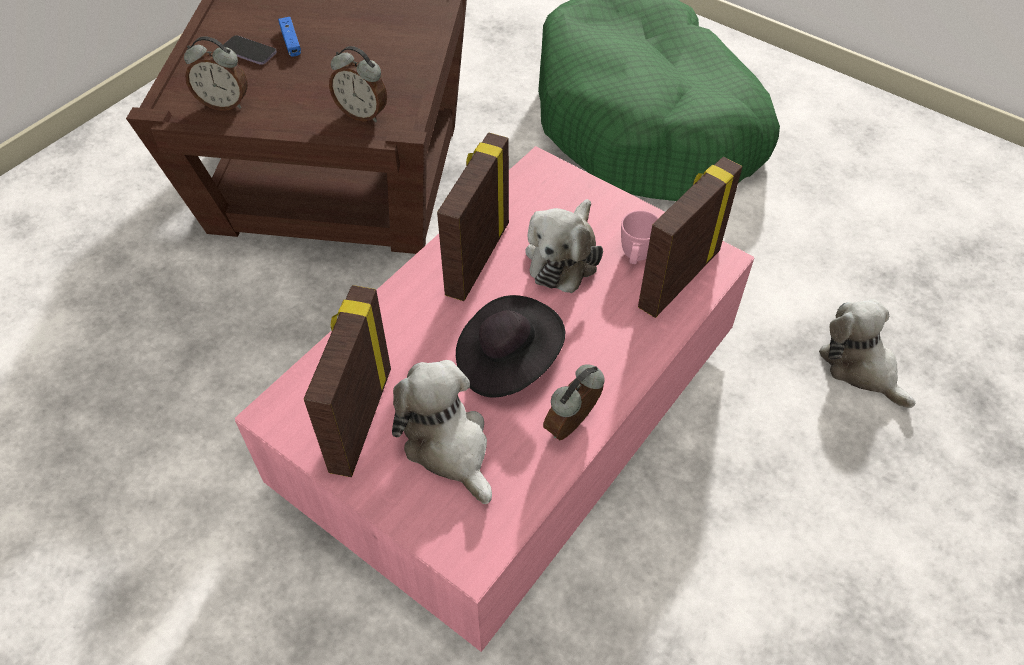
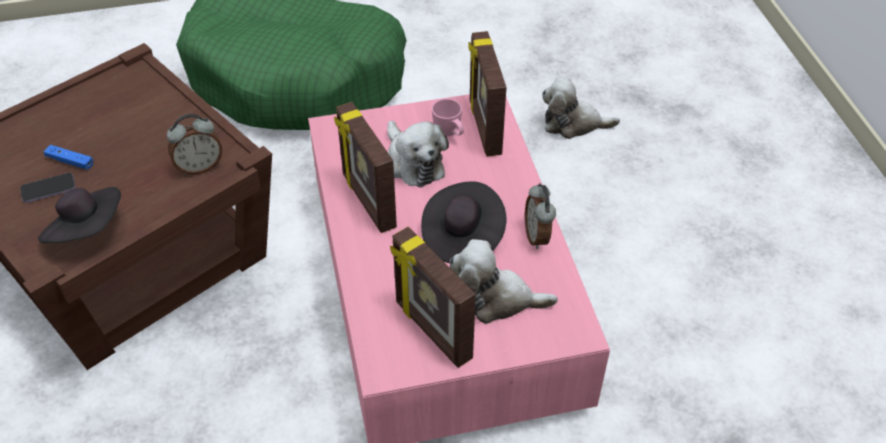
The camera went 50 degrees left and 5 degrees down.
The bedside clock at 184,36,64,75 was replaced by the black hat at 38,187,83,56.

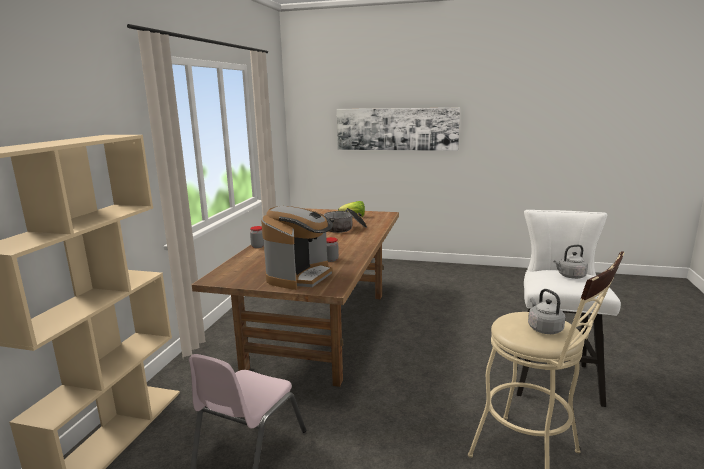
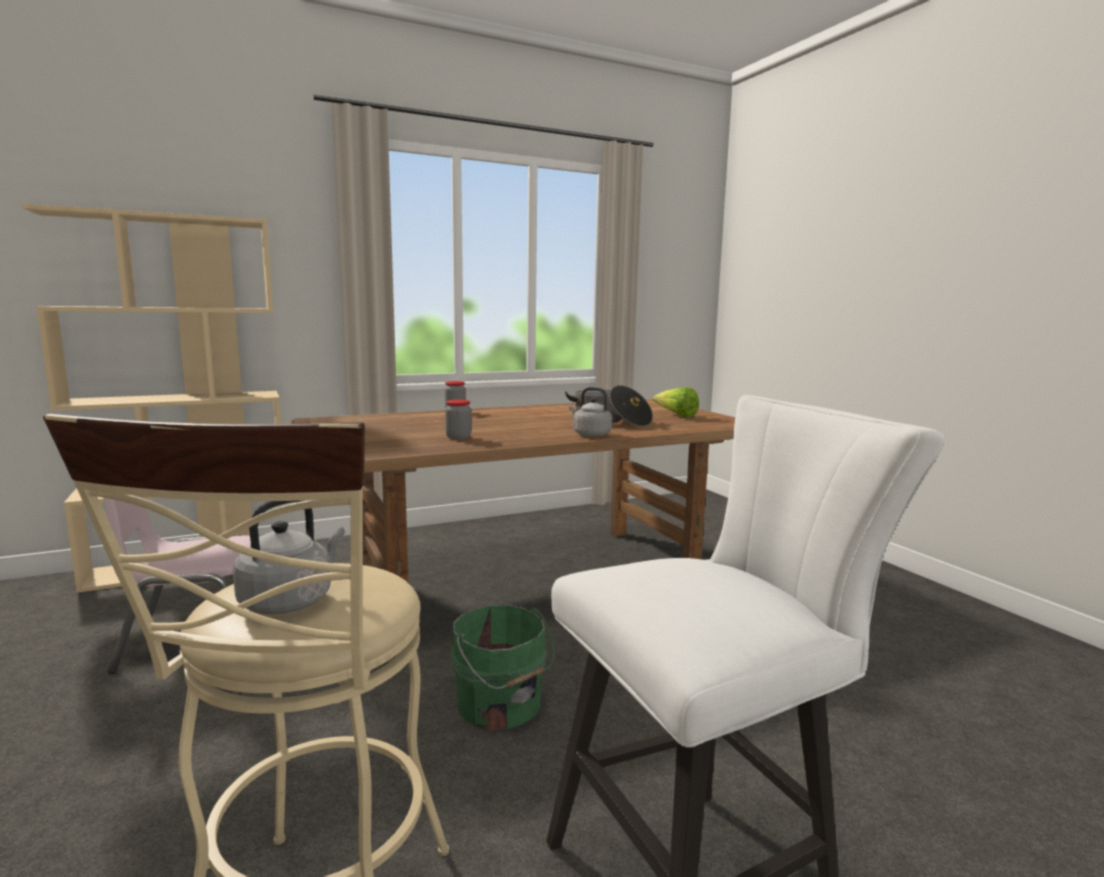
The camera went 50 degrees right and 5 degrees down.
The wall art at 337,108,123,43 disappeared.
The coffee brewer at 261,206,72,84 disappeared.
The gray kettle moved from 554,245,34,34 to 569,387,43,50.
The greenish water bucket at 451,605,103,125 appeared.

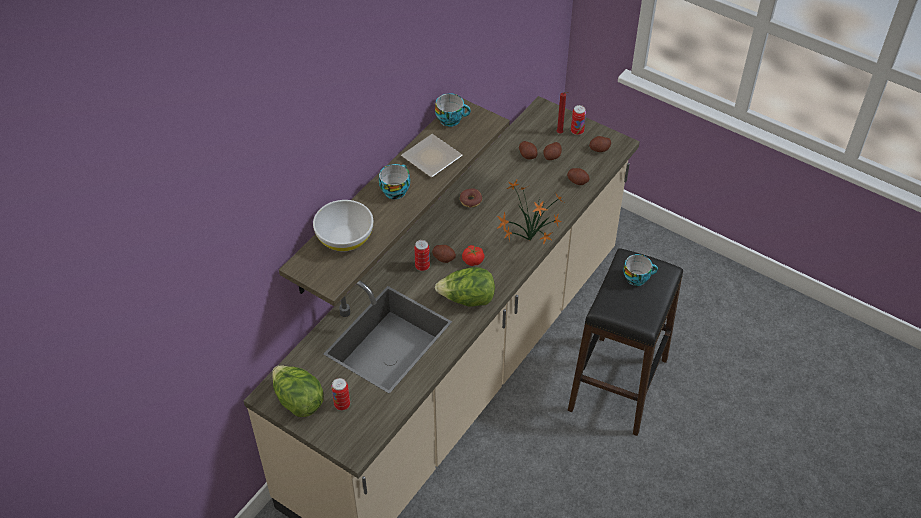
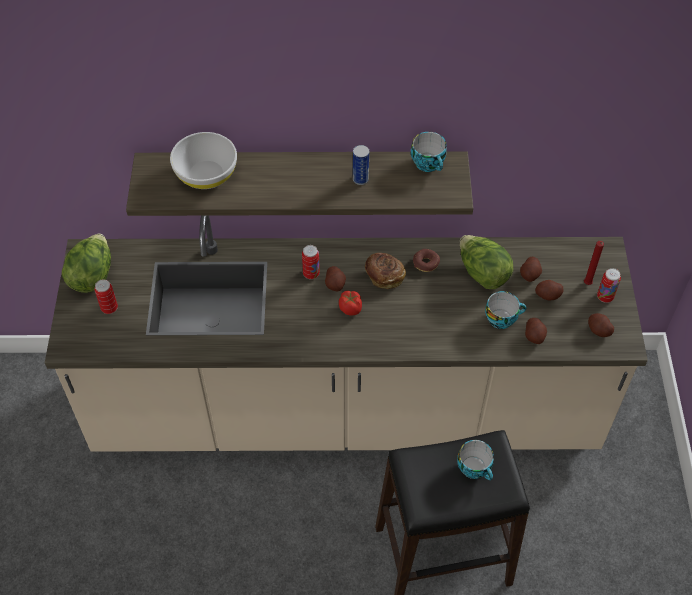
The camera went 55 degrees right and 5 degrees up.
The flat dish at 401,134,62,43 was replaced by the metal can at 353,145,16,40.
The small cup moved from 379,164,31,35 to 485,291,42,38.
The potted plant at 497,180,67,64 disappeared.
The lettuce moved from 435,267,60,39 to 460,235,53,54.
The baked bread at 365,253,41,36 appeared.

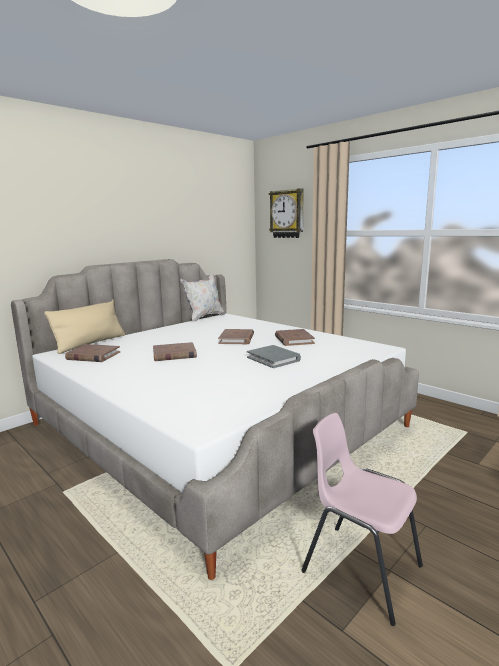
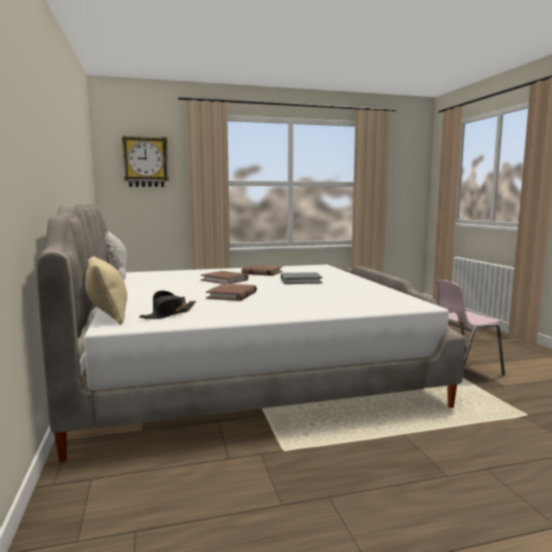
The camera went 60 degrees left and 5 degrees down.
The brown-coloured volume at 65,344,55,18 was replaced by the black hat at 139,291,57,28.

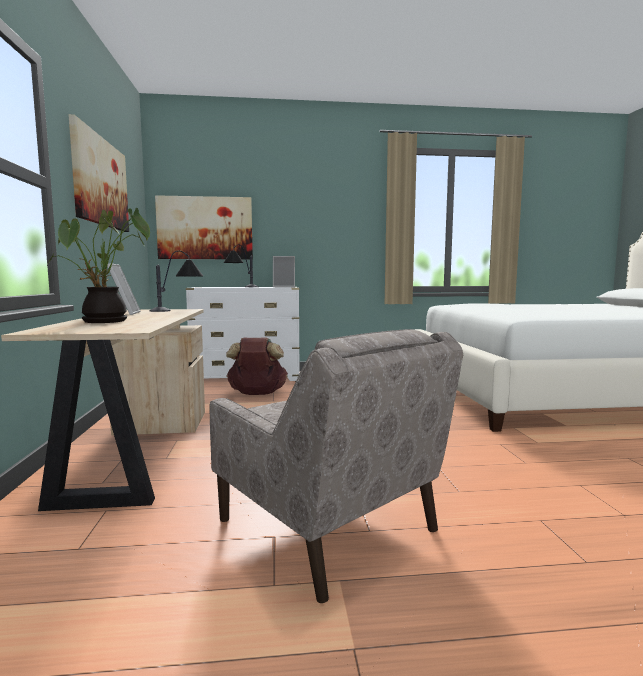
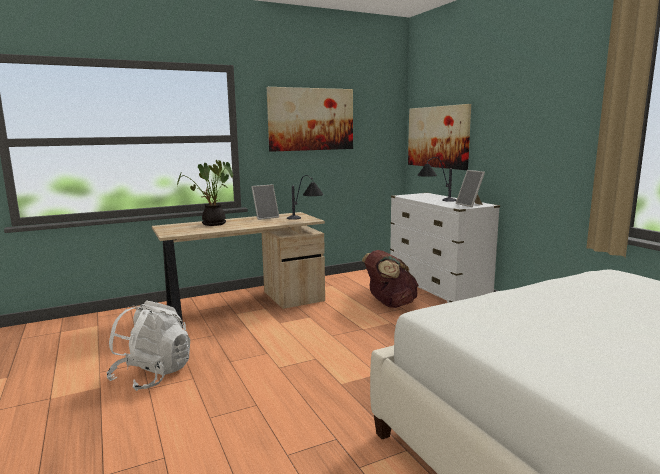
The camera went 70 degrees right and 5 degrees up.
The sand-coloured armchair at 210,329,253,274 was replaced by the whitish knapsack at 106,300,84,91.

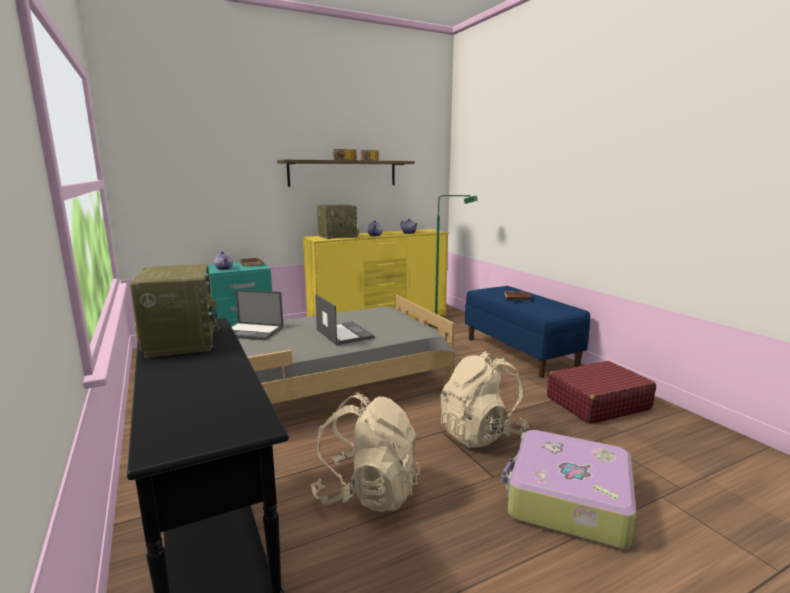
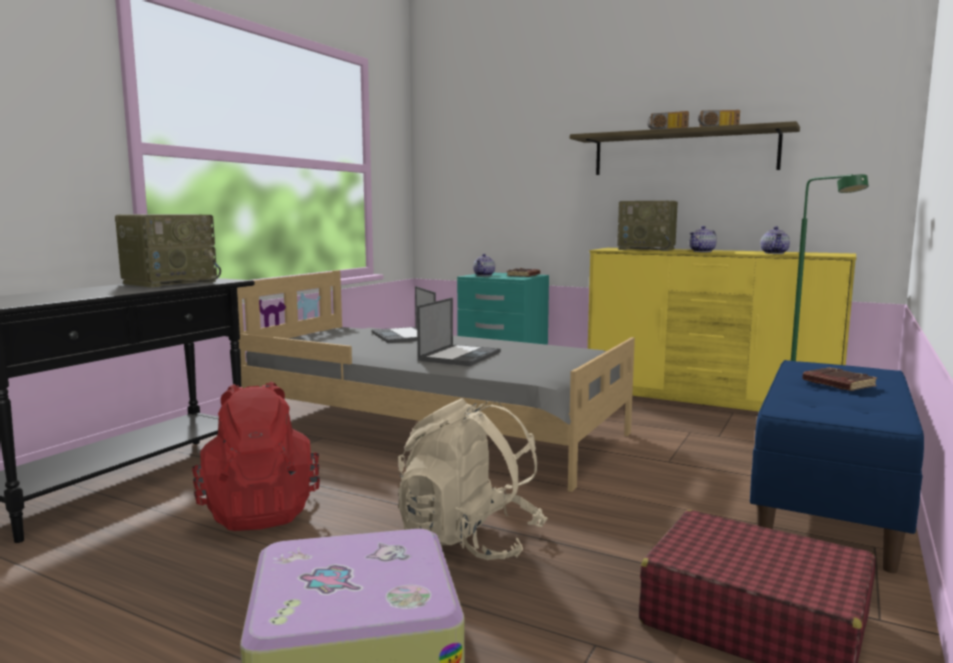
The camera went 55 degrees right and 5 degrees down.
The sand-coloured knapsack at 310,393,110,119 became the red knapsack at 192,381,128,150.

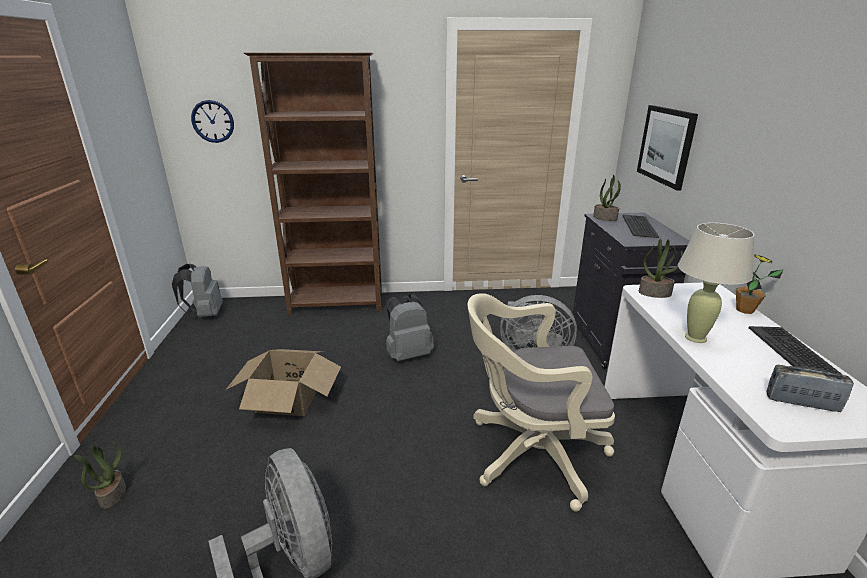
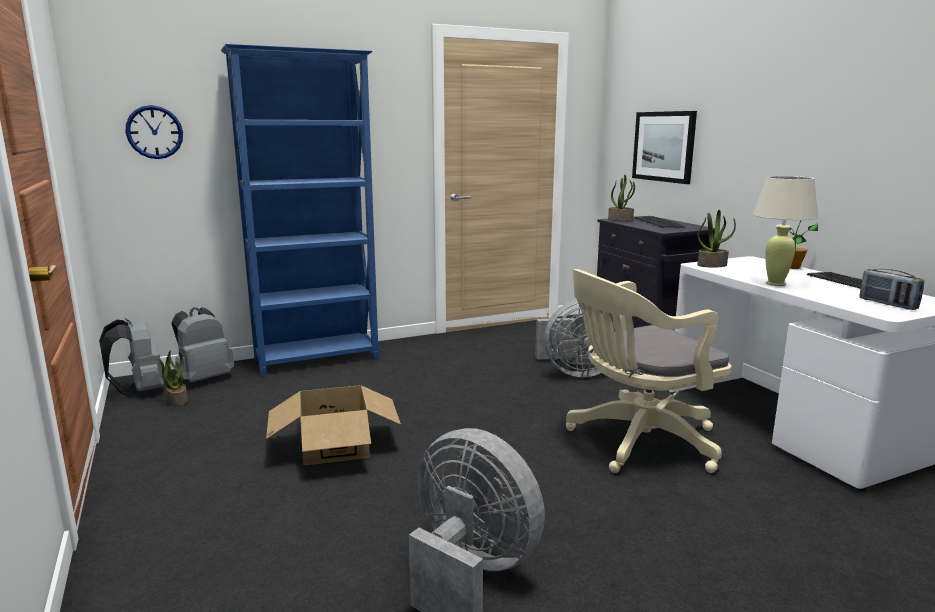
The camera went 20 degrees left and 10 degrees down.
The brown-coloured bookshelf at 244,52,138,263 became the blue bookshelf at 221,44,158,333.
The gray knapsack moved from 386,294,48,67 to 172,307,62,75.
The radio set at 767,365,87,47 turned 120 degrees counterclockwise.
The potted plant moved from 74,442,52,67 to 155,350,33,56.

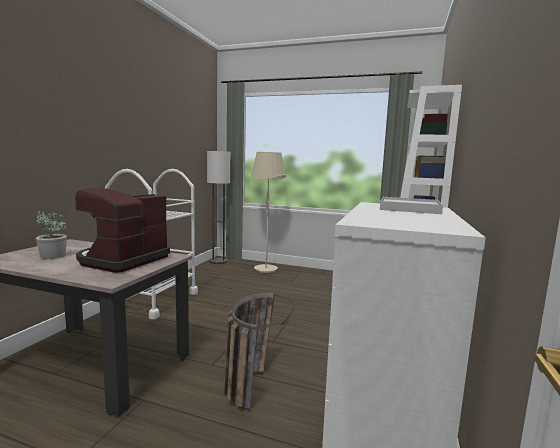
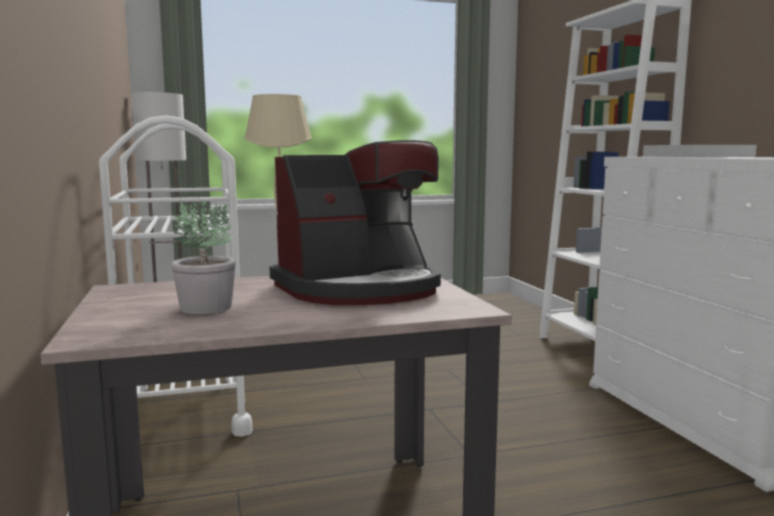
The camera went 35 degrees left and 0 degrees up.
The coffee brewer at 75,188,95,85 turned 105 degrees counterclockwise.
The storage basket at 223,293,71,117 disappeared.

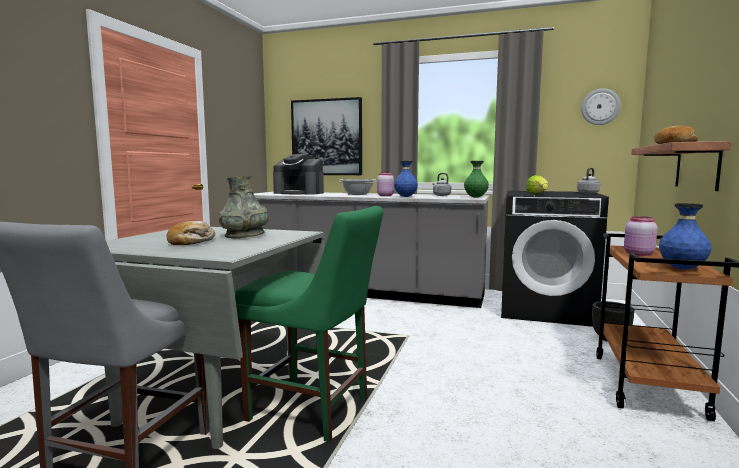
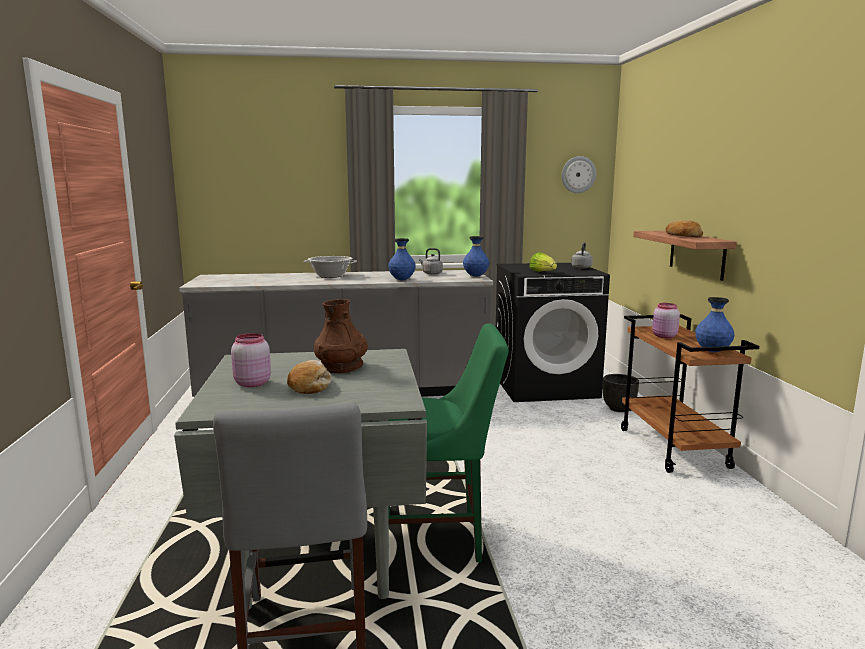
The camera went 25 degrees left and 5 degrees up.
The wall art at 291,97,71,78 disappeared.
The coffee brewer at 273,154,51,41 disappeared.
The greenish vase at 464,161,25,37 became the blue vase at 463,236,26,41.
The pinkish storage jar moved from 377,173,17,23 to 231,333,40,54.
The gray vase at 219,176,50,63 became the brown-coloured vase at 314,299,54,74.

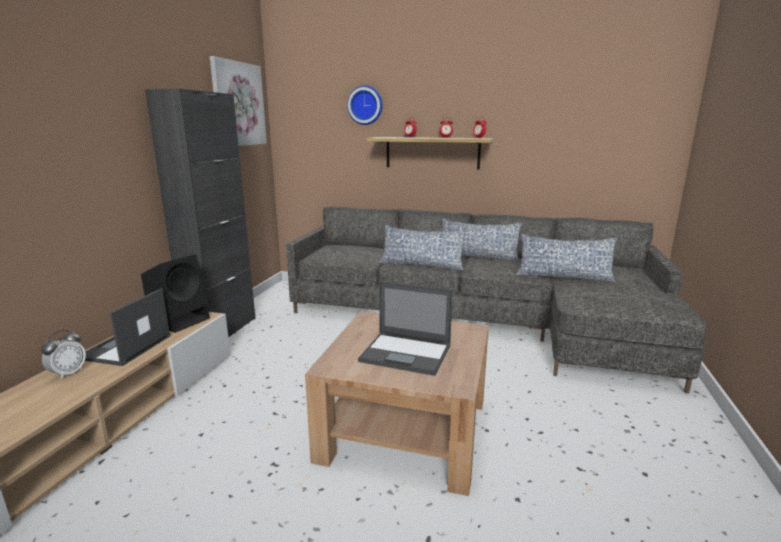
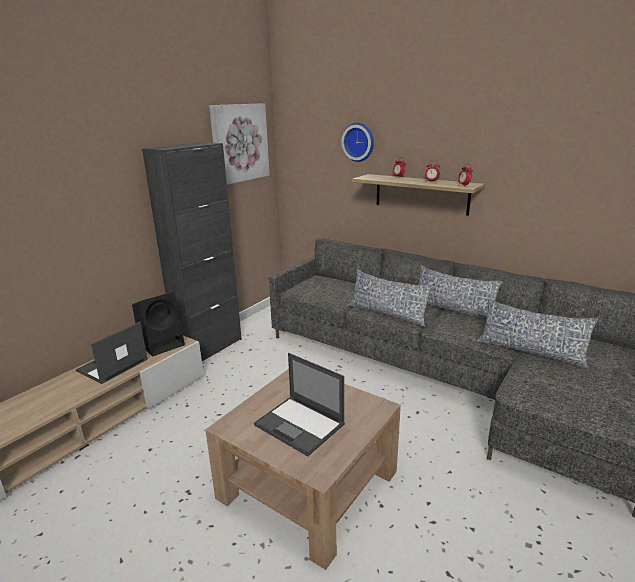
The camera went 20 degrees right and 5 degrees up.
The bedside clock at 41,330,45,49 disappeared.

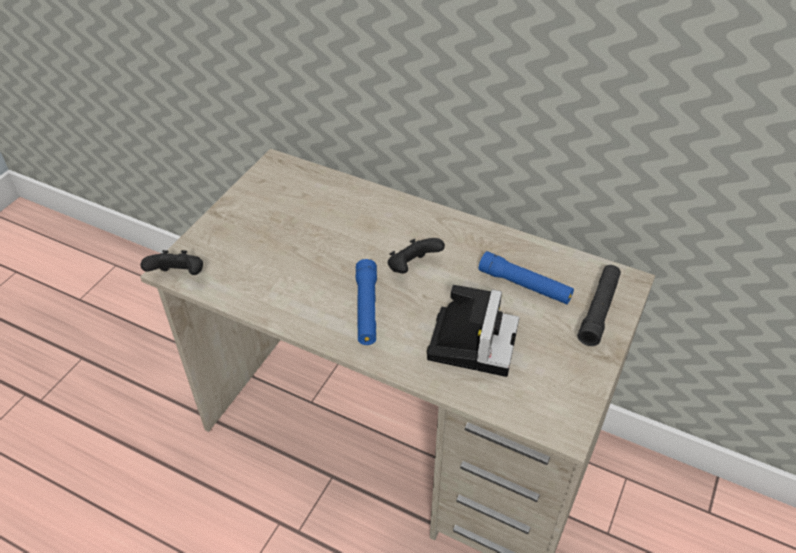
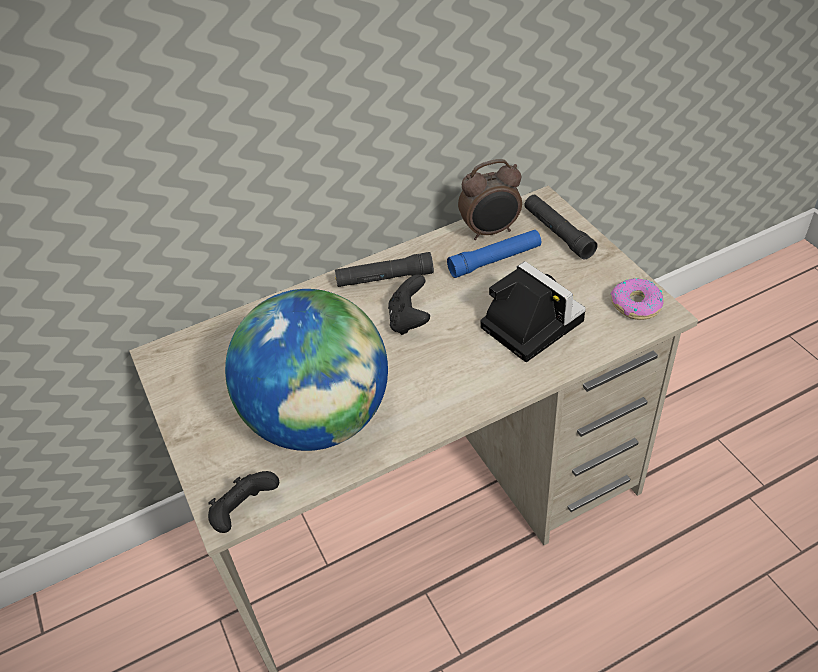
The camera went 50 degrees left and 0 degrees up.
The blue flashlight at 356,259,21,86 disappeared.
The bedside clock at 458,159,64,81 appeared.
The black flashlight at 335,252,99,35 appeared.
The doughnut at 610,278,54,42 appeared.
The desk globe at 225,289,163,162 appeared.

